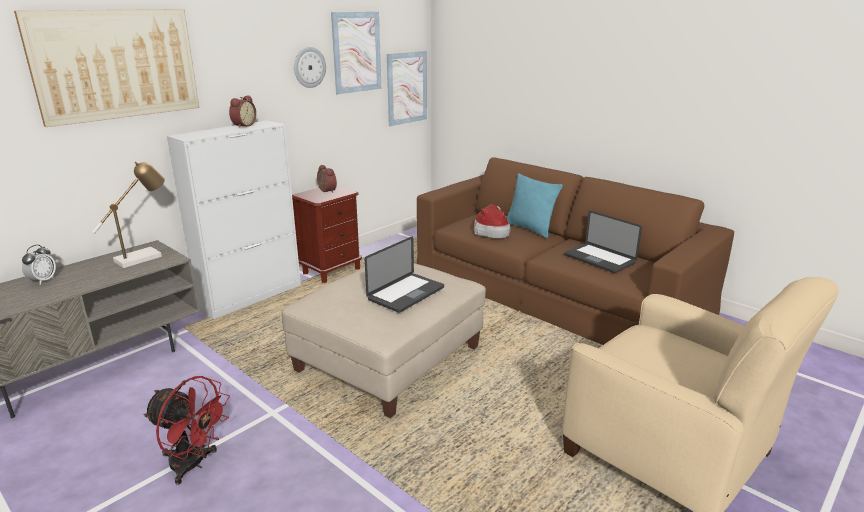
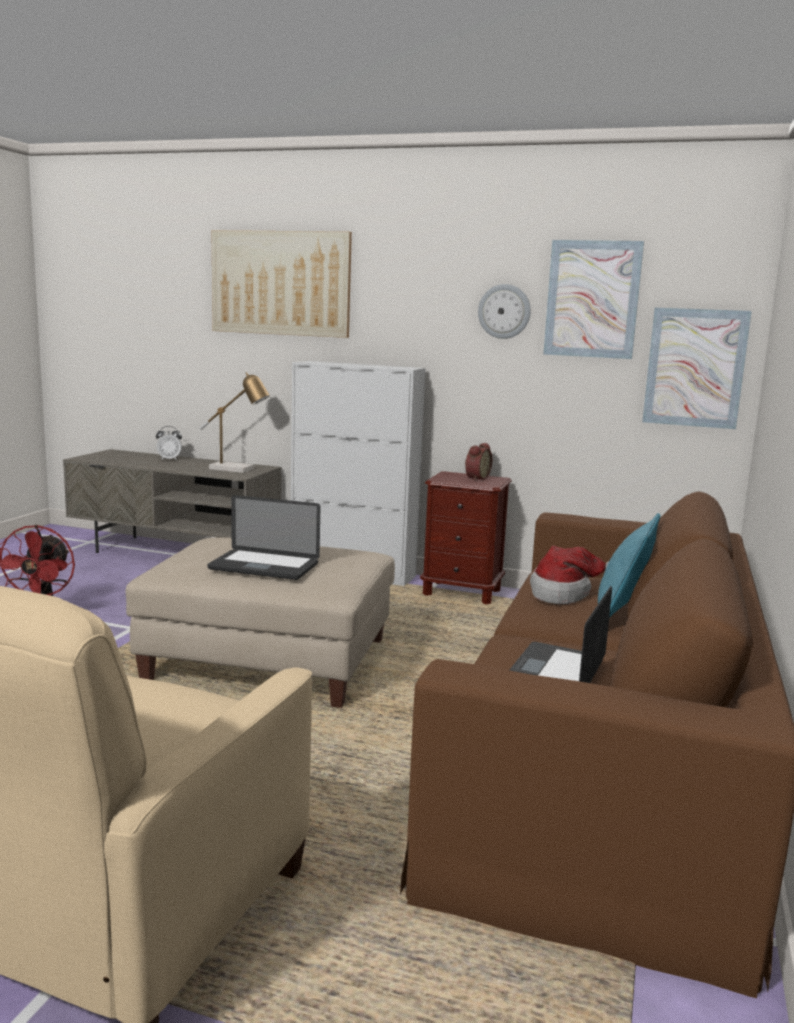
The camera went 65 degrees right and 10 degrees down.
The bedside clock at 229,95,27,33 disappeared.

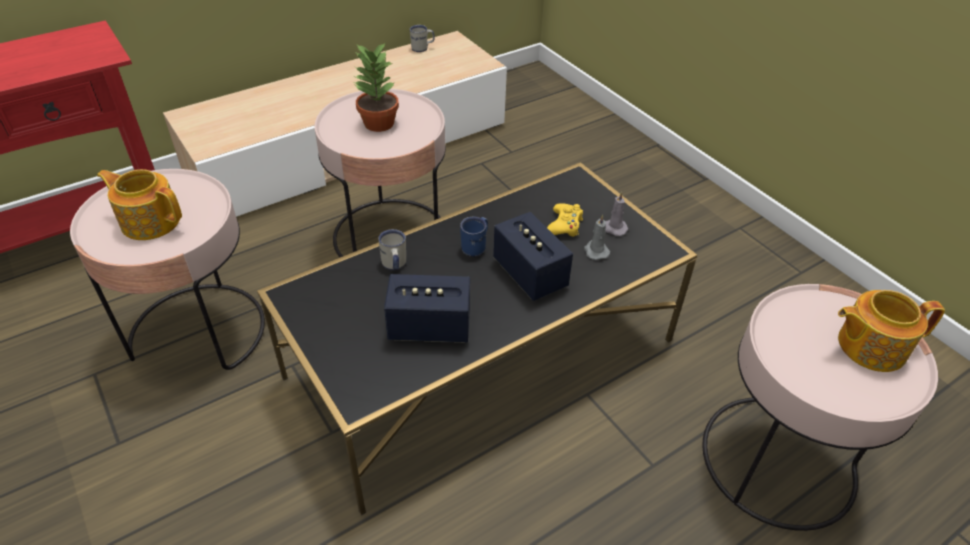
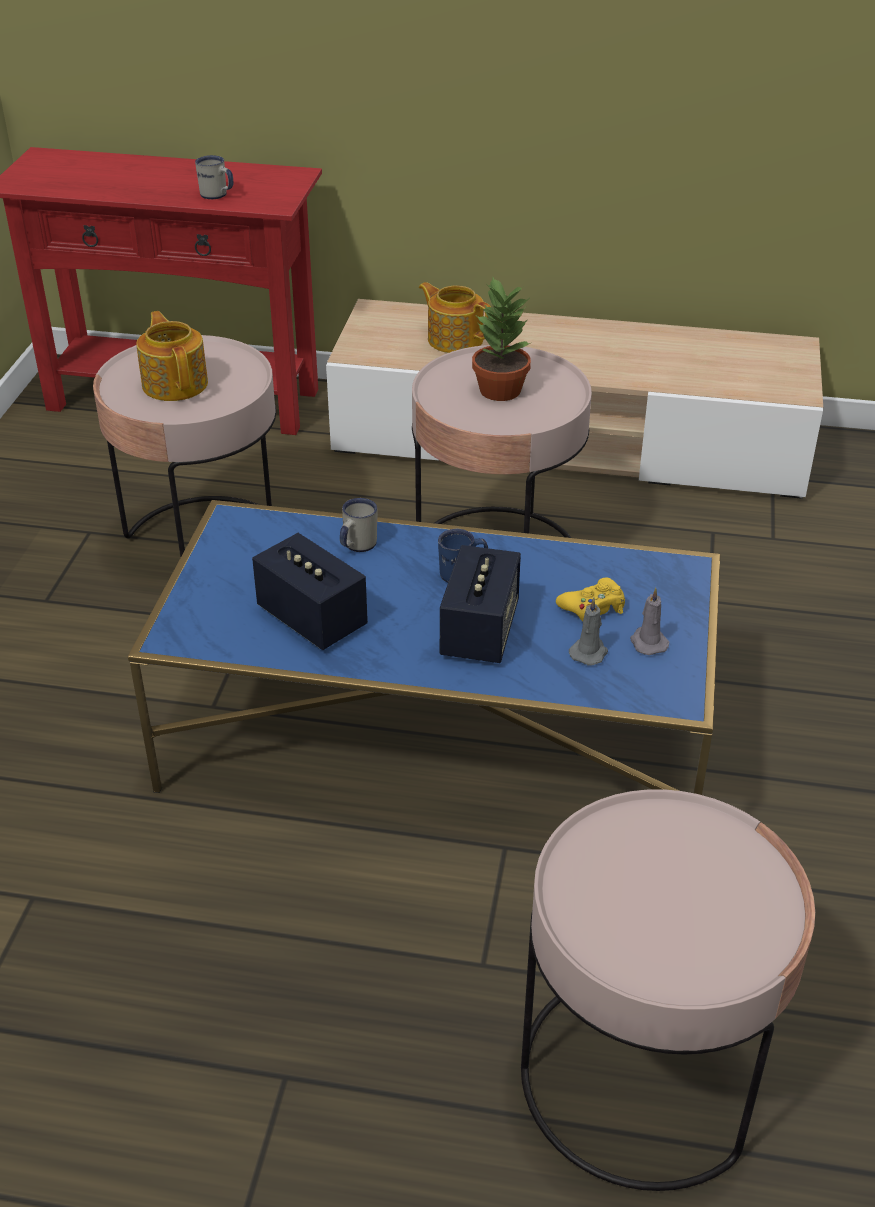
The camera went 45 degrees right and 5 degrees down.
The whitish coffee mug moved from 410,25,25,27 to 195,155,38,44.
The black coffee table at 257,162,440,353 became the blue coffee table at 128,500,592,295.
The pot for tea moved from 838,290,107,82 to 419,282,72,71.

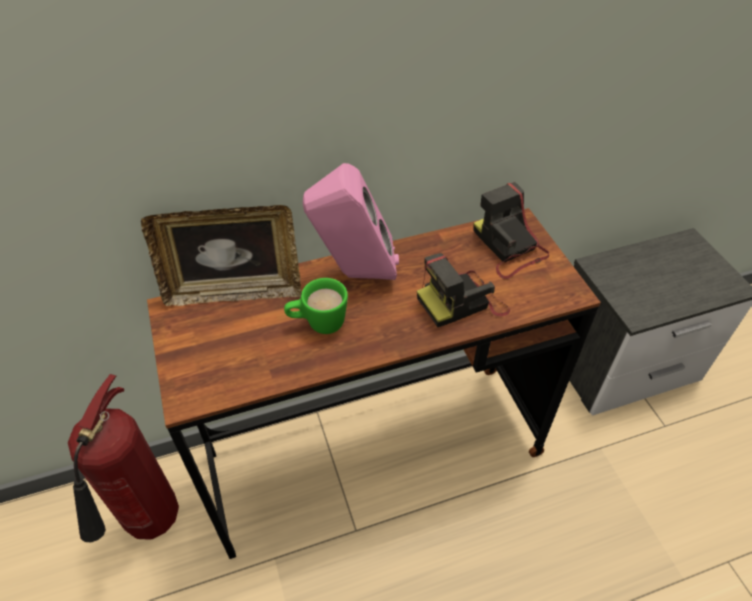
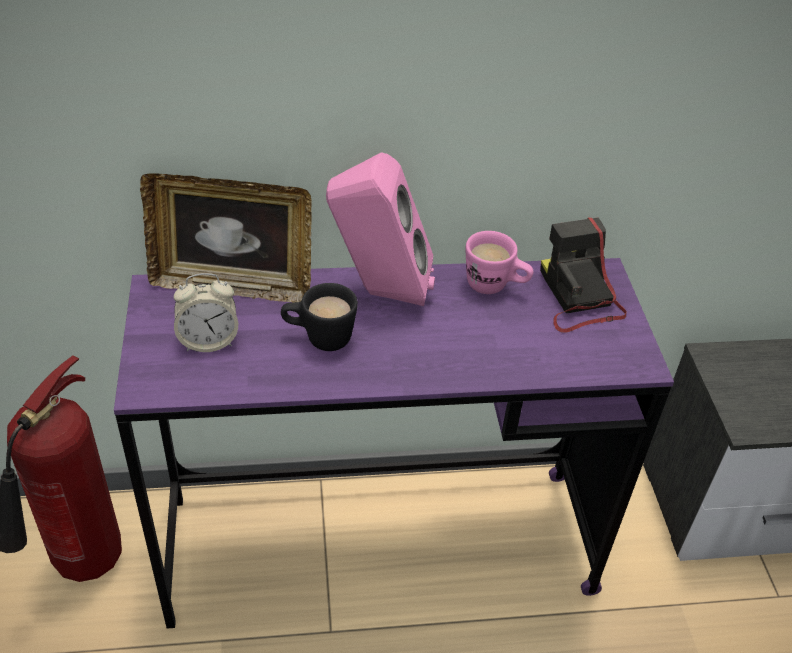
The camera went 10 degrees right and 5 degrees down.
The brown-coloured desk at 147,208,454,351 became the purple desk at 114,258,560,371.
The photo camera at 417,253,93,74 disappeared.
The greenish coffee mug at 284,278,64,56 became the black coffee mug at 281,283,77,68.
The pinkish coffee mug at 466,231,67,63 appeared.
The bedside clock at 174,273,64,79 appeared.

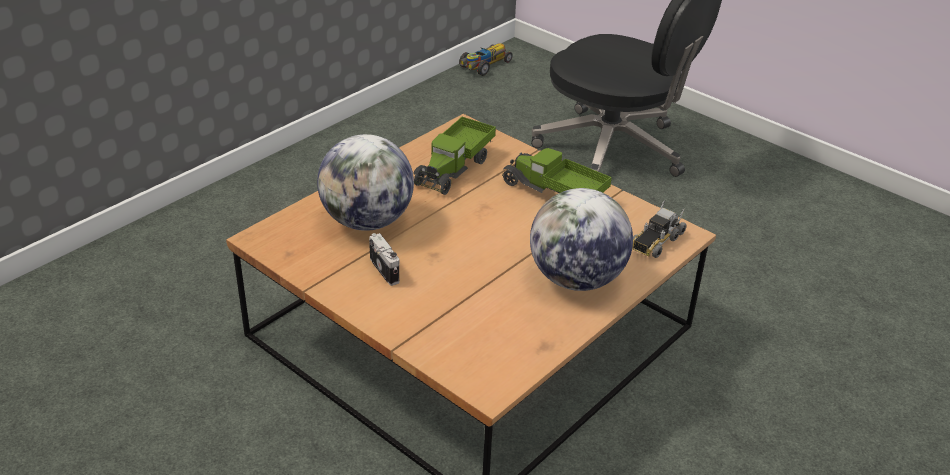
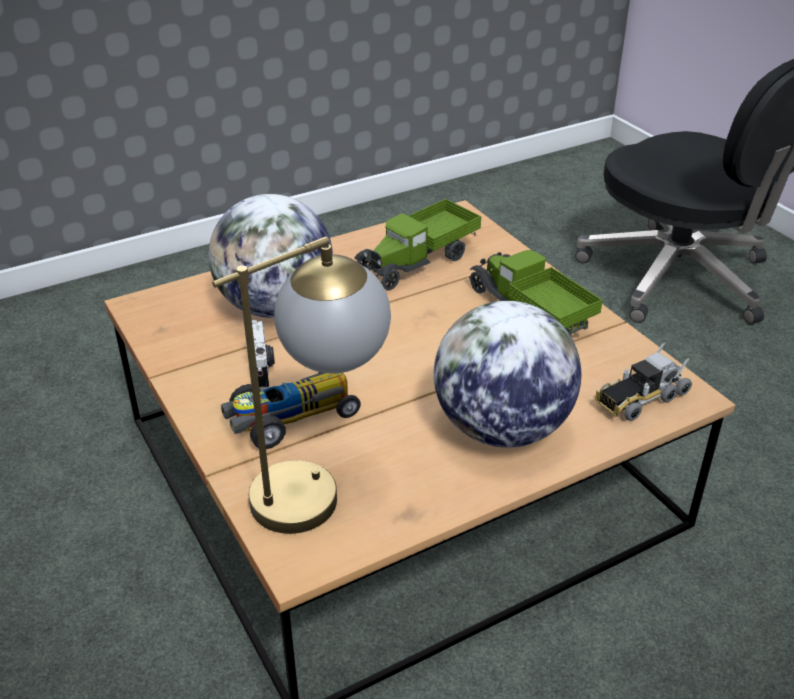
The camera went 20 degrees right and 0 degrees up.
The model car moved from 459,43,54,33 to 221,372,140,77.
The lamp for a table at 212,237,179,297 appeared.

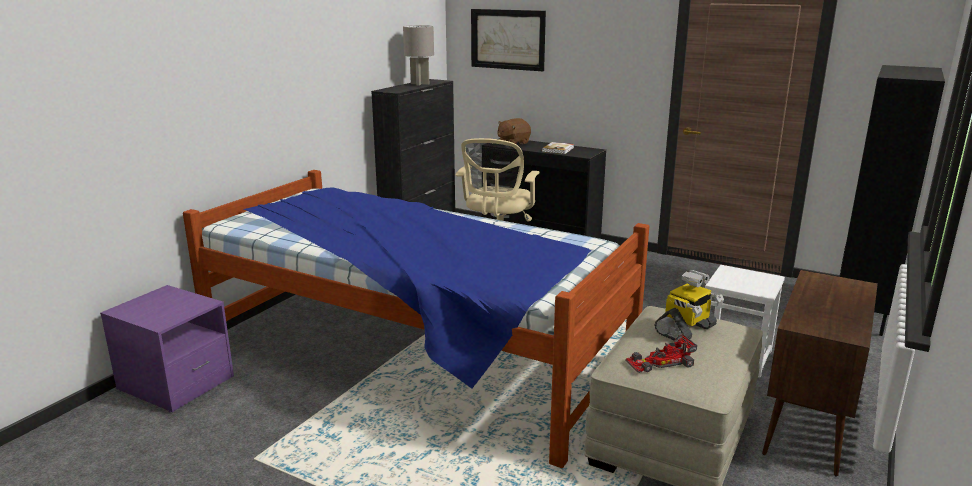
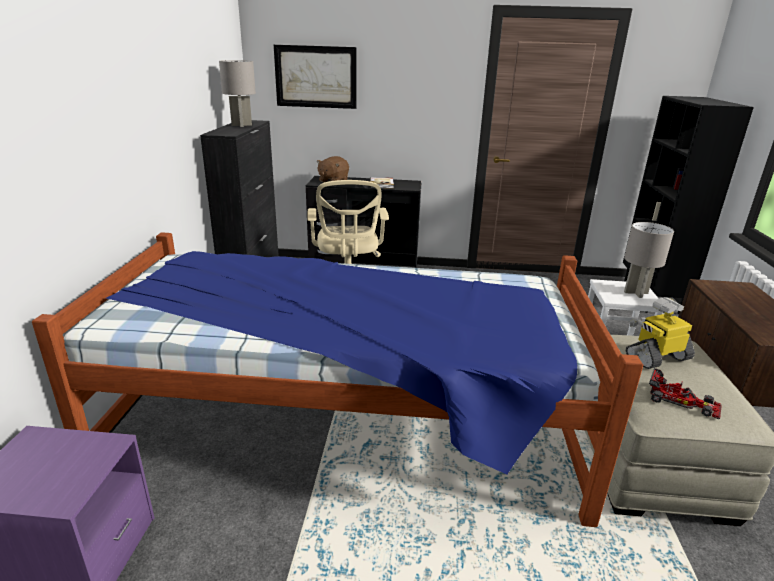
The camera went 25 degrees left and 5 degrees up.
The robot figure at 655,270,69,71 turned 135 degrees counterclockwise.
The model car at 625,334,72,39 turned 105 degrees counterclockwise.
The gray lamp for a table at 624,222,50,76 appeared.

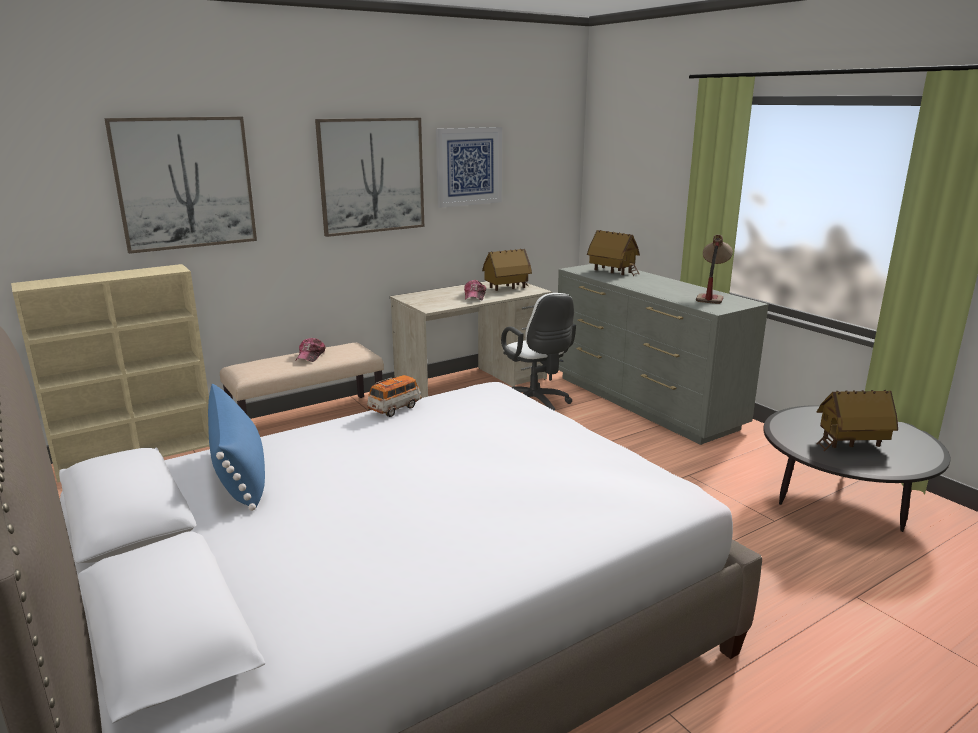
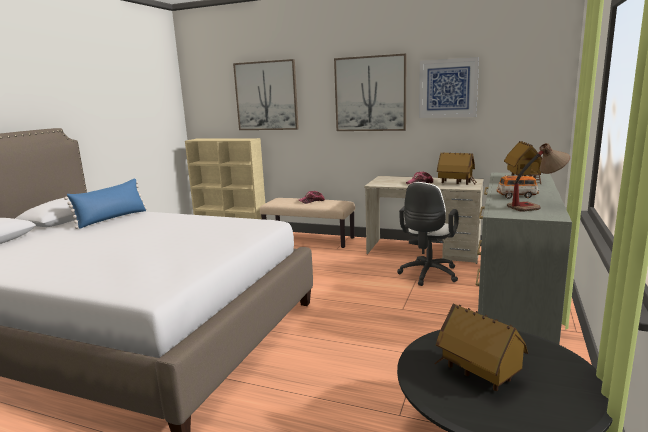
The camera went 55 degrees right and 5 degrees down.
The model car moved from 367,375,54,42 to 496,175,43,24.

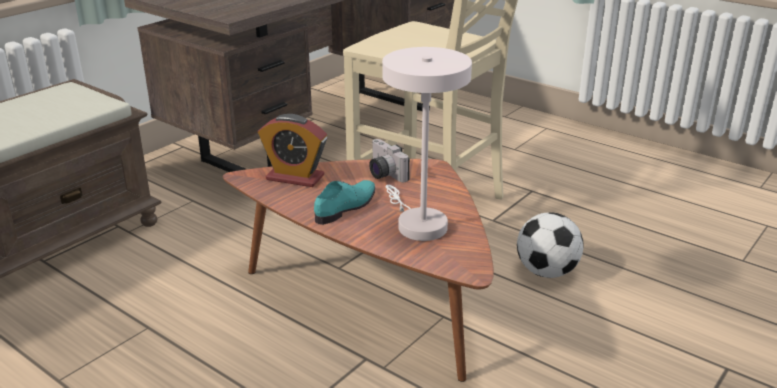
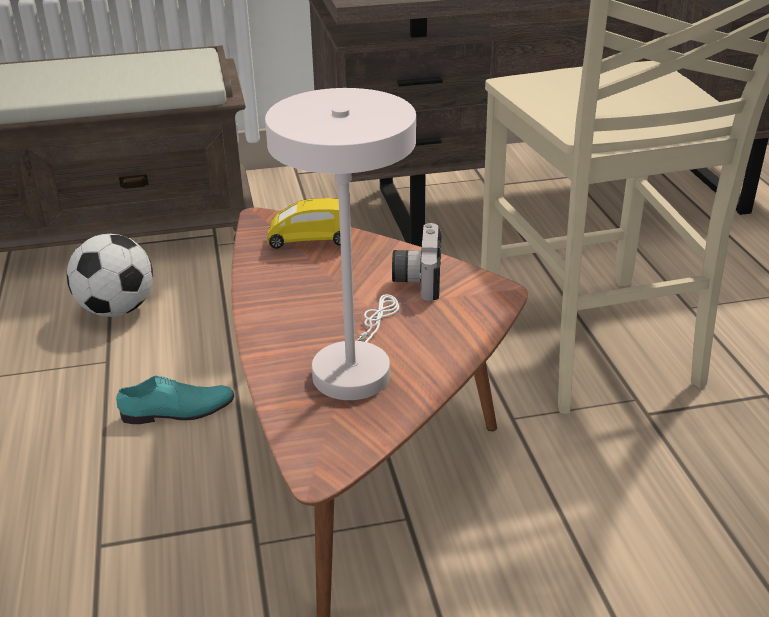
The camera went 40 degrees right and 5 degrees up.
The bedside clock at 258,114,69,73 was replaced by the yellow-coloured model car at 267,198,74,51.
The blue-green low shoe moved from 314,180,61,45 to 116,376,118,48.
The football ball moved from 517,212,67,66 to 67,234,86,83.

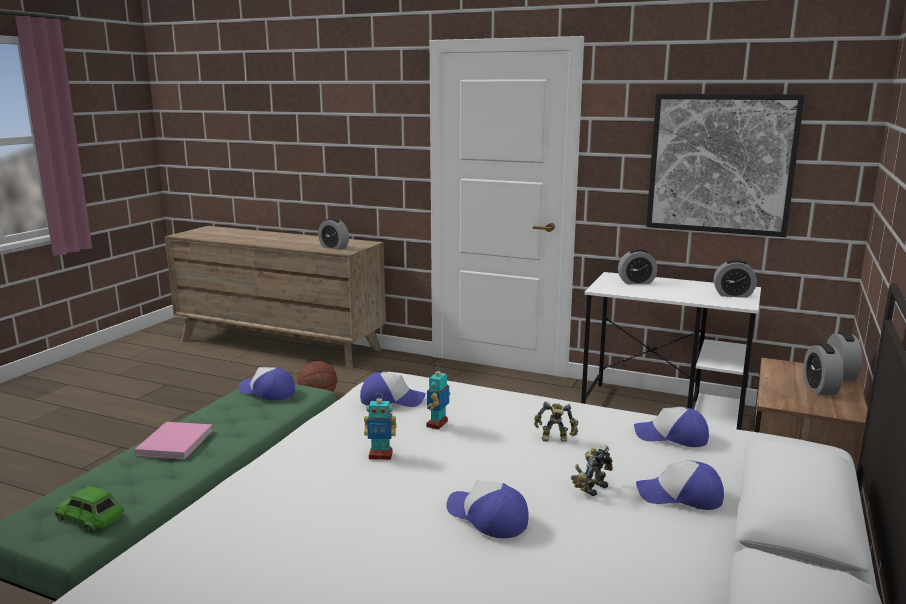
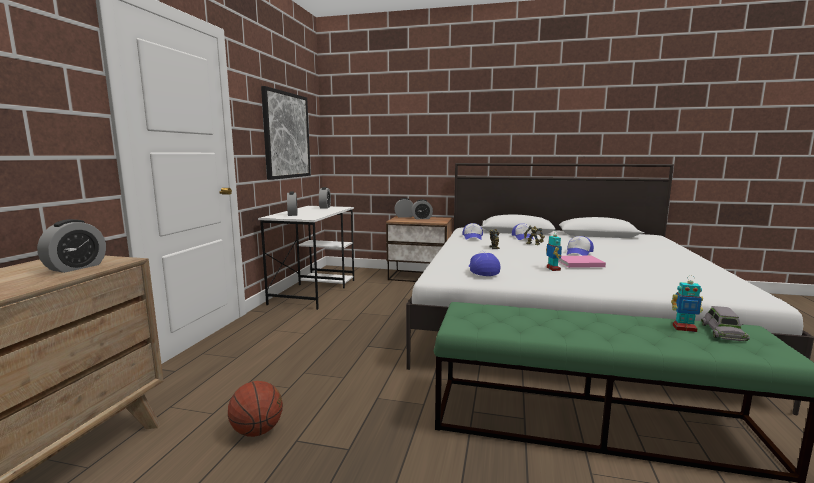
The camera went 100 degrees left and 5 degrees down.
The baseball cap at 239,367,56,34 disappeared.
The robot figure moved from 426,367,24,63 to 671,275,32,57.
The pinkish volume moved from 135,422,78,38 to 558,256,48,12.
The greenish model car at 55,486,69,46 became the gray model car at 701,306,49,35.

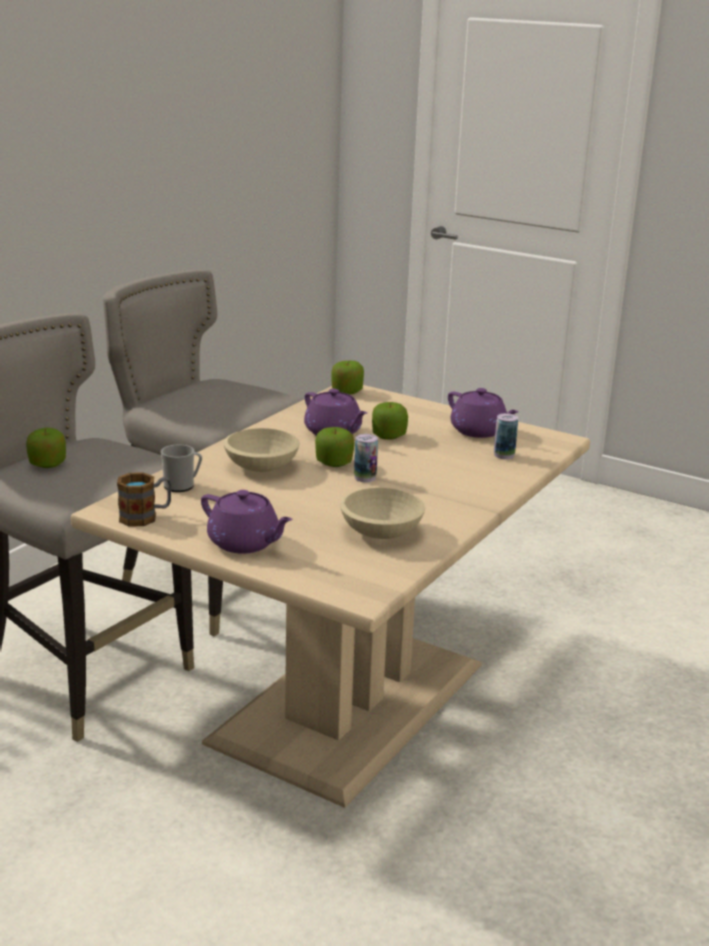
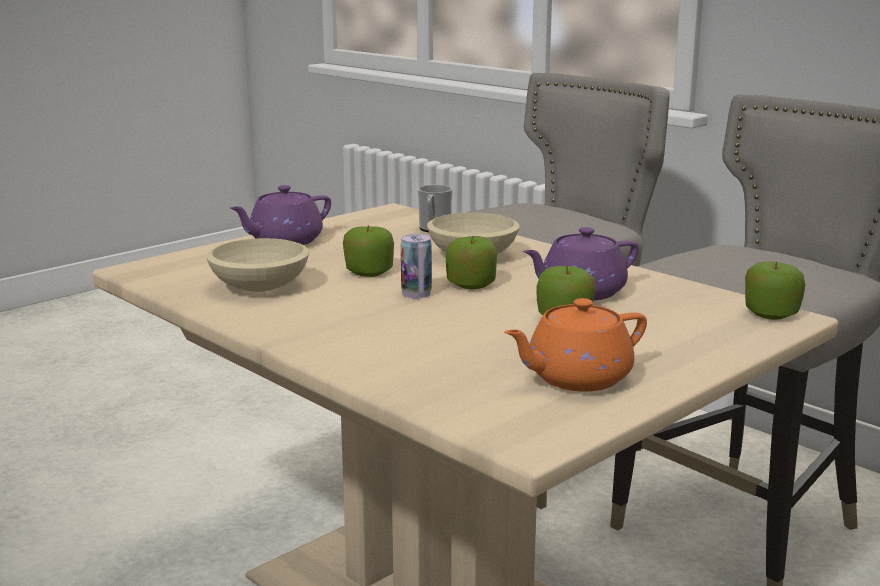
The camera went 105 degrees right and 5 degrees down.
The purple pot for tea at 448,388,71,50 became the orange pot for tea at 504,298,143,93.
The metal can at 494,413,24,46 disappeared.
The whole apple moved from 26,428,40,40 to 343,225,51,52.
The coffee mug at 117,473,55,53 disappeared.

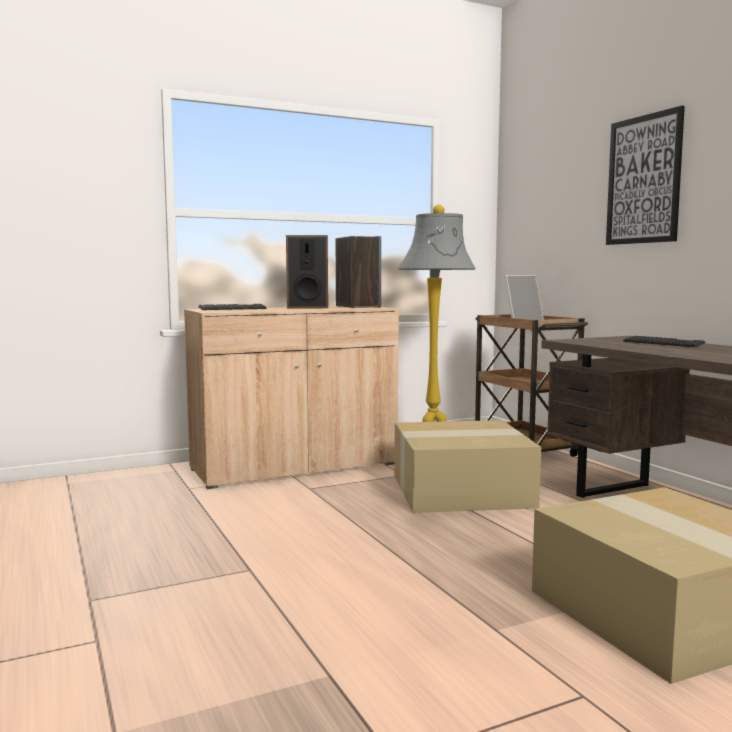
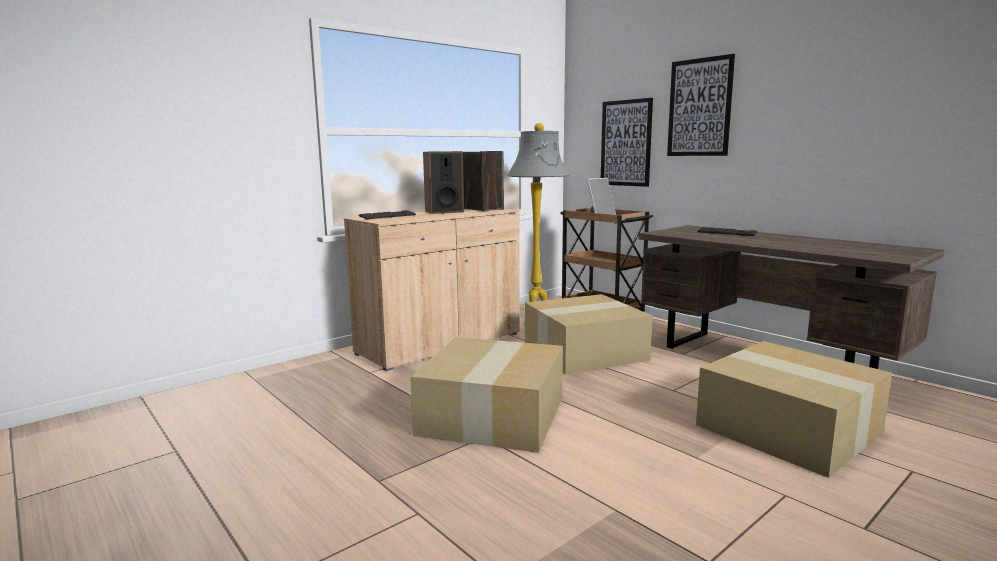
The camera went 15 degrees left and 5 degrees up.
The wall art at 601,98,52,89 appeared.
The carton at 410,337,153,116 appeared.

